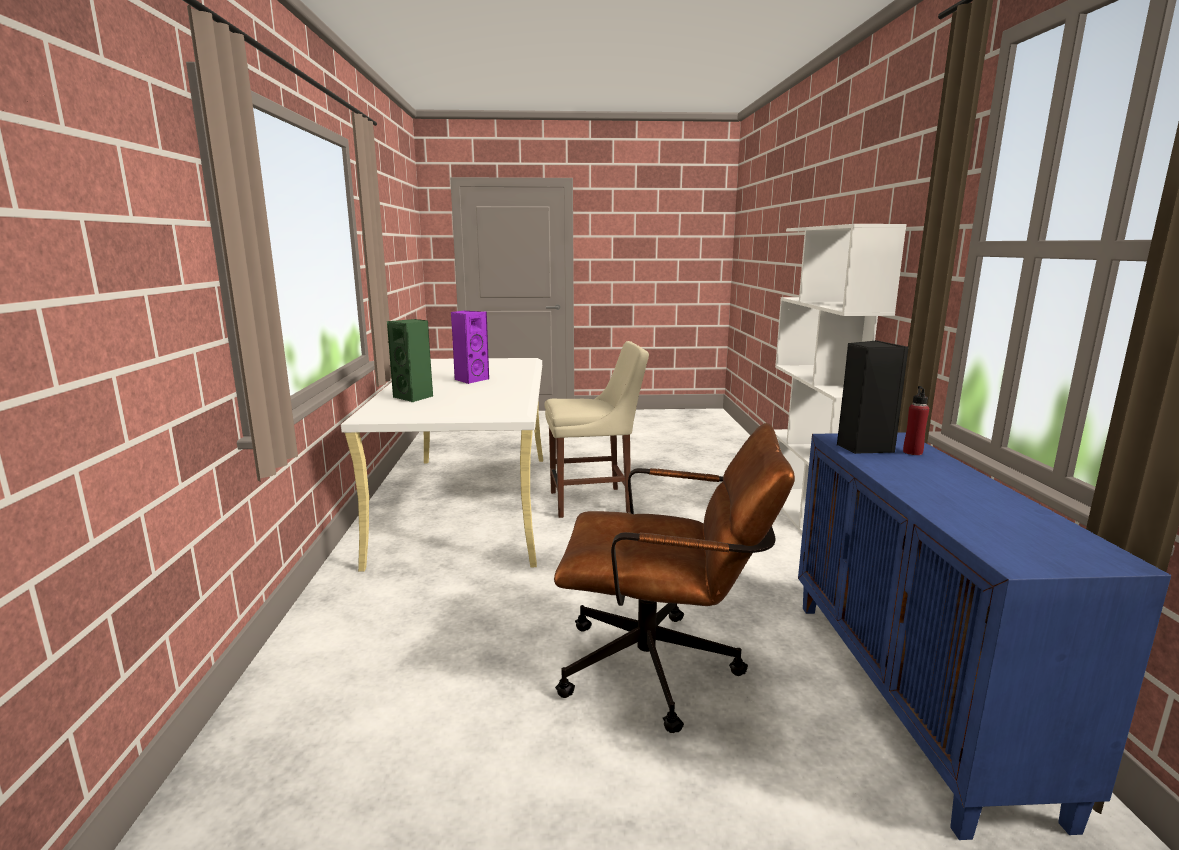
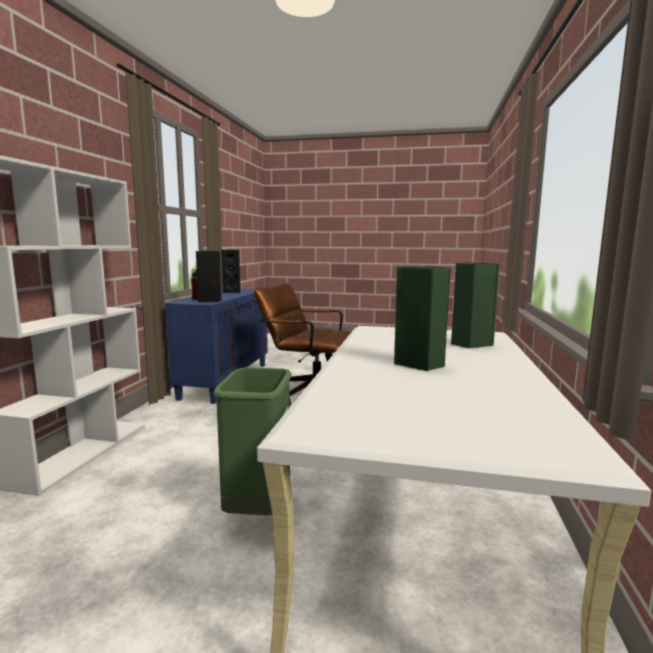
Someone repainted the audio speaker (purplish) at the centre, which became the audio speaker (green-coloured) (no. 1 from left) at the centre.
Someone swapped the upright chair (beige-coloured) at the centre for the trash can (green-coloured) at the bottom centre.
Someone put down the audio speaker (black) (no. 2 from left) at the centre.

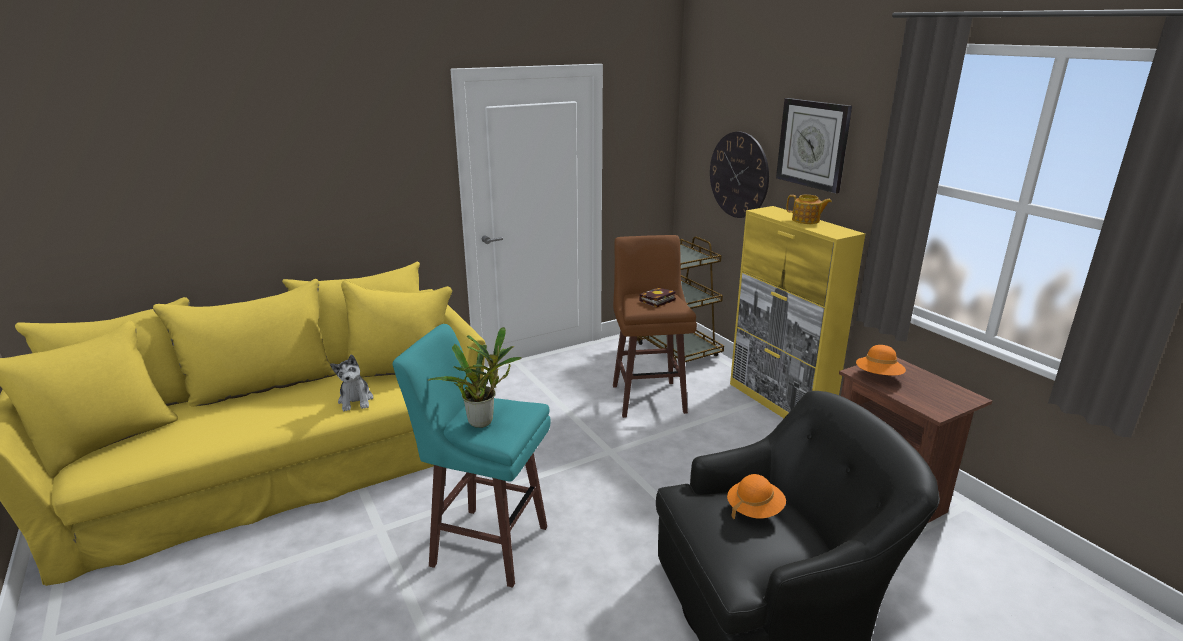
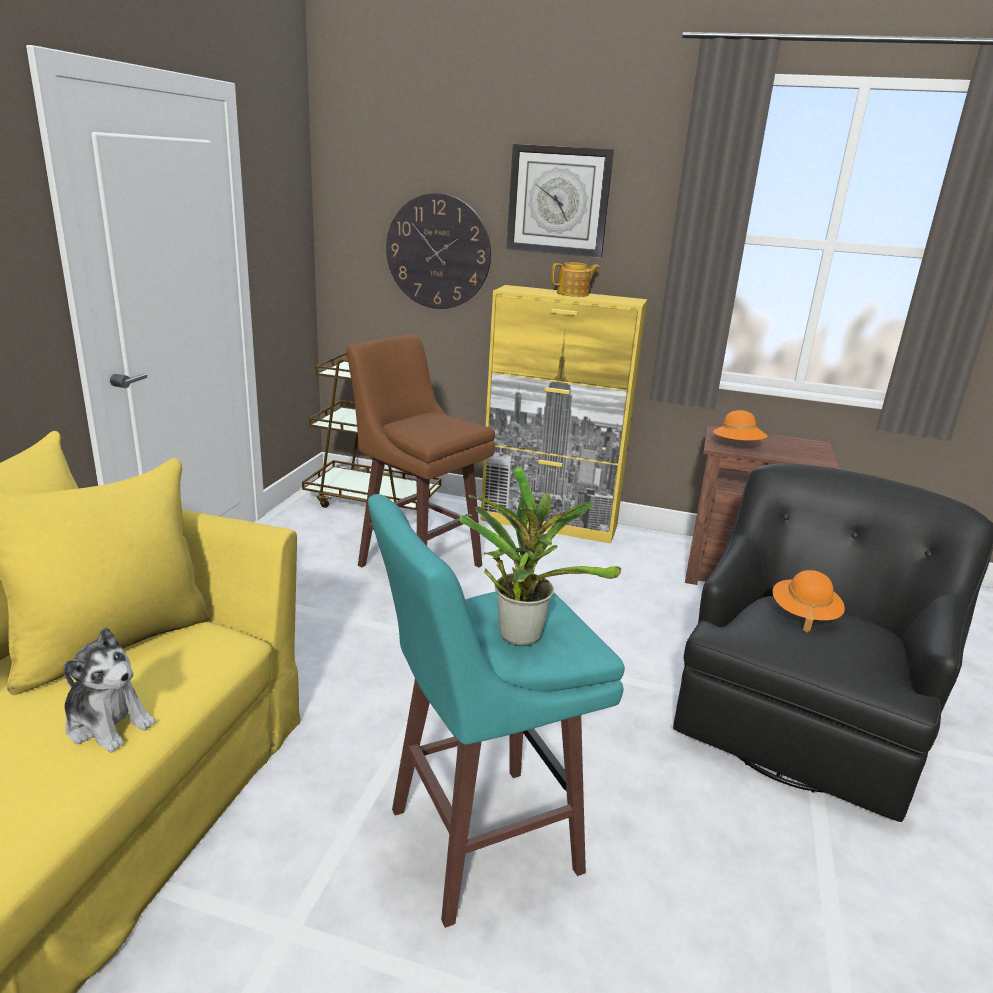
Someone took away the volume at the centre.

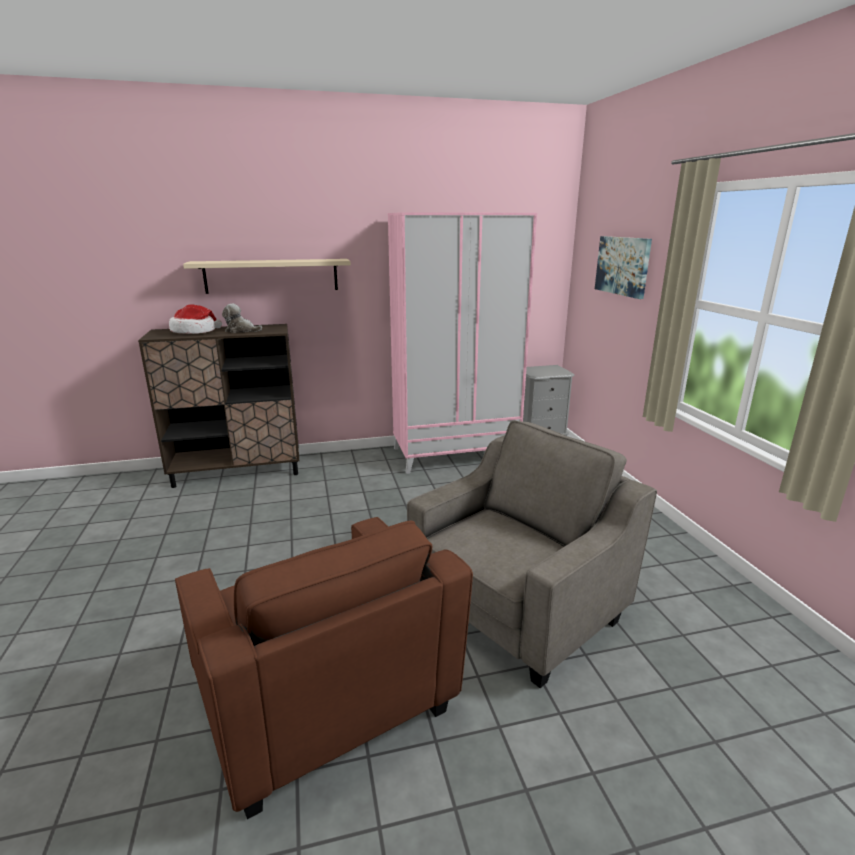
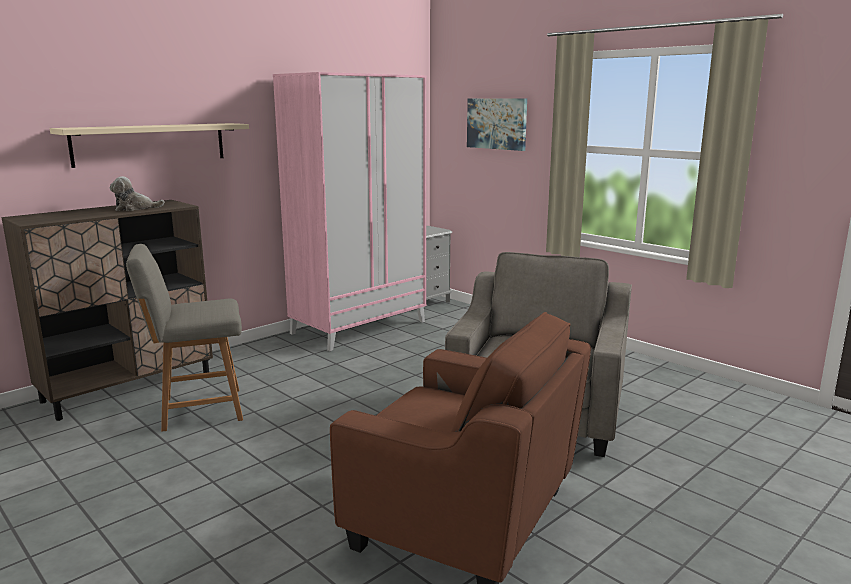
Someone took away the clothing hat at the middle left.
Someone put down the upright chair (greyish) at the middle left.

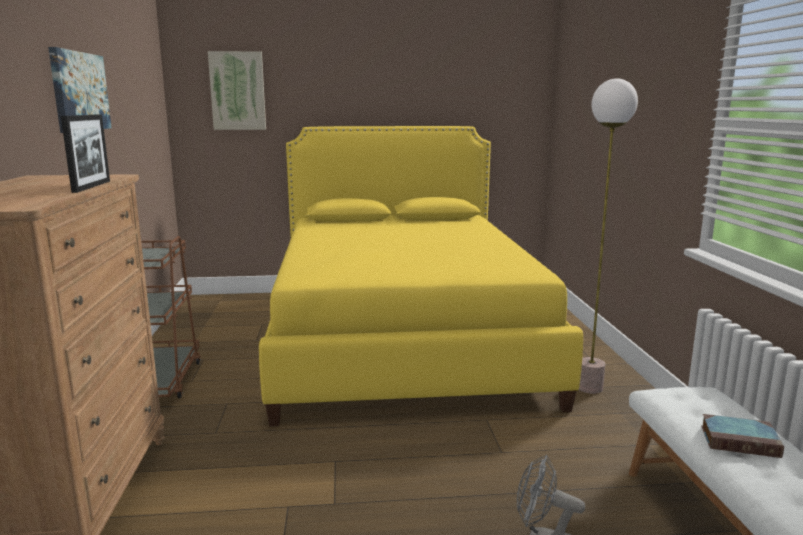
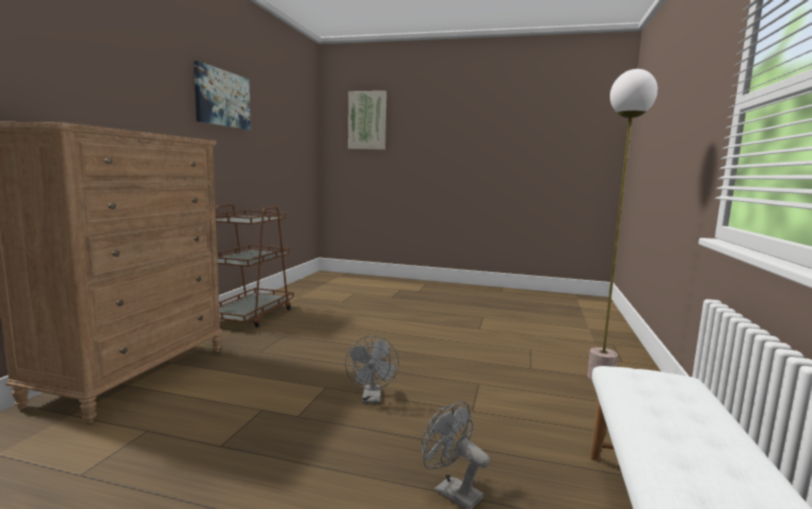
Someone took away the photo frame at the top left.
Someone took away the bed (yellow-coloured) at the centre.
Someone took away the volume at the bottom right.
Someone put down the electric fan (greyish) (no. 1 from left) at the bottom centre.

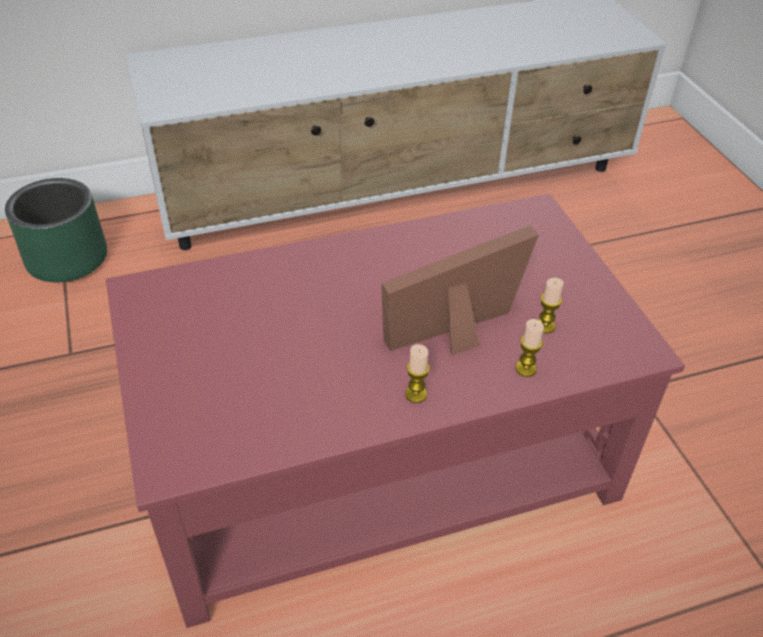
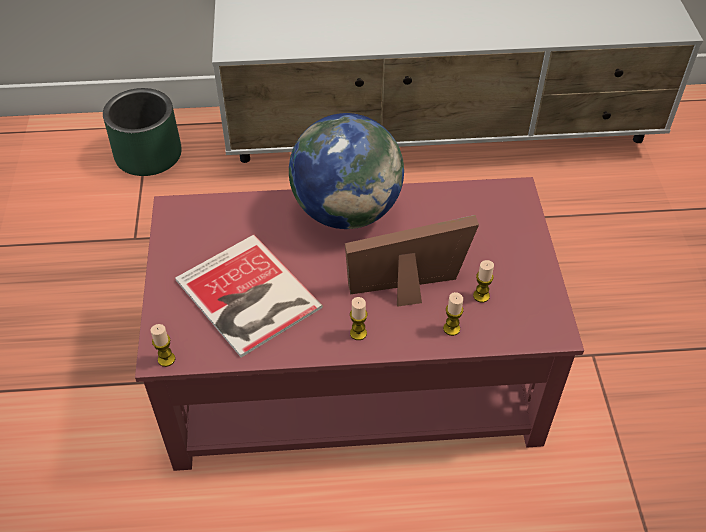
Someone put down the wax light (no. 1 from left) at the middle left.
Someone put down the volume at the centre.
Someone put down the globe at the top centre.

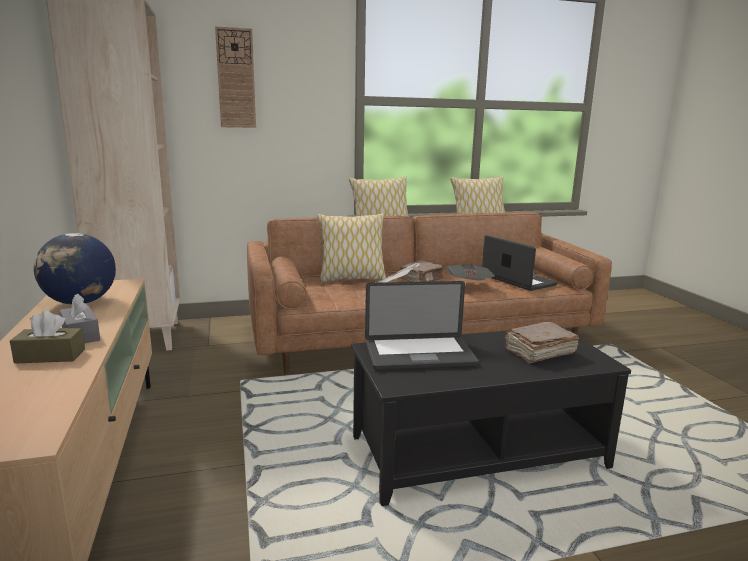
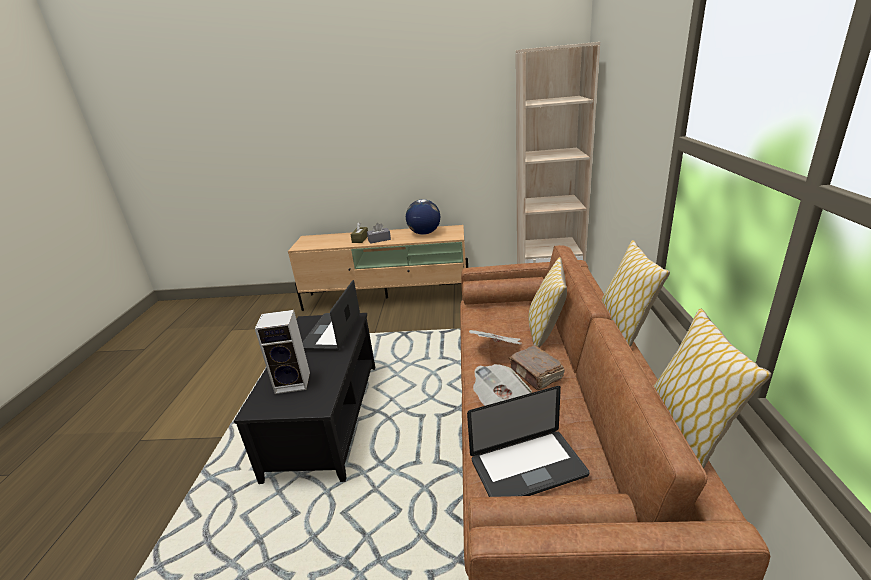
Someone took away the wall clock at the top left.
Someone swapped the volume (brown-coloured) (no. 2 from left) at the middle right for the audio speaker at the middle left.

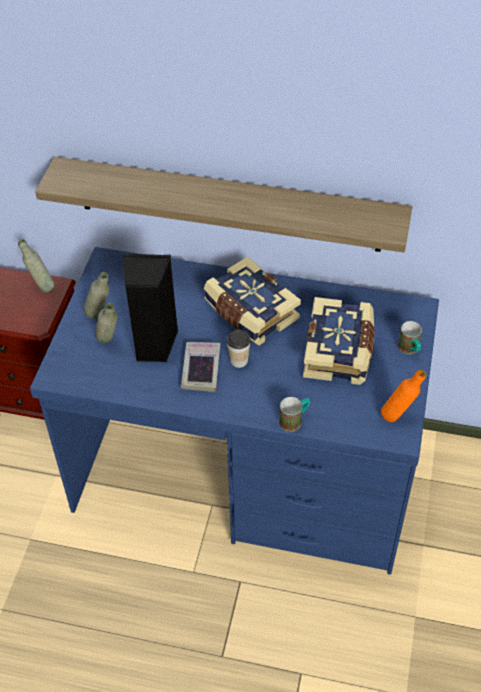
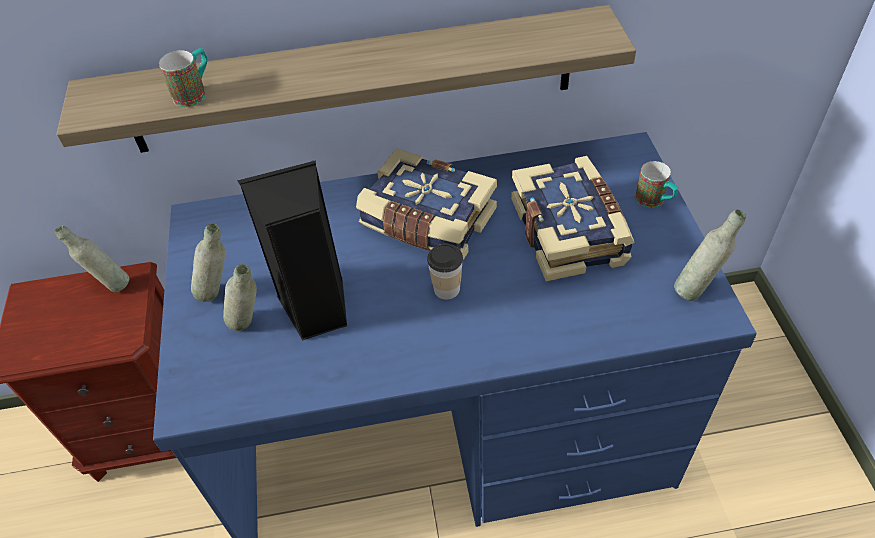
Someone took away the volume (no. 1 from left) at the centre.
Someone carried the mug (no. 1 from left) from the centre to the top left.
Someone repainted the beverage bottle (orange) at the middle right, which became the beverage bottle (greyish) (no. 4 from left) at the middle right.

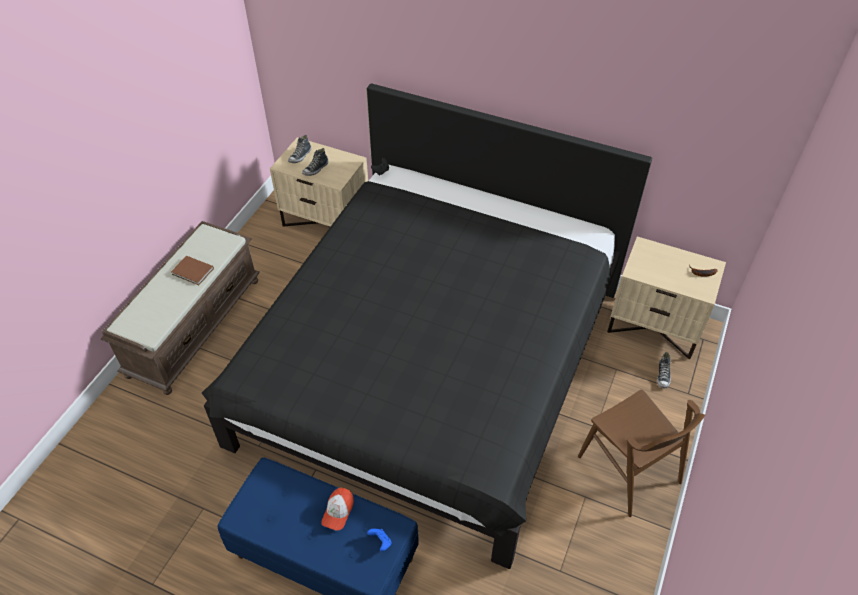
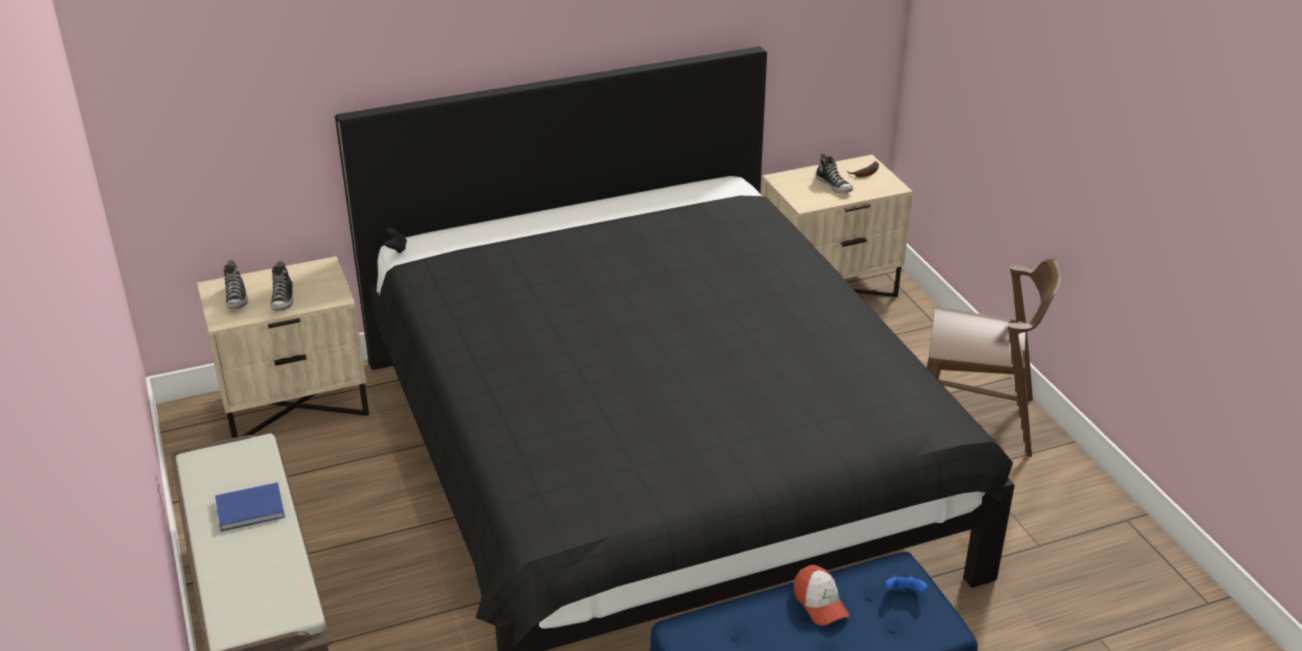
Someone repainted the volume (brown-coloured) at the middle left, which became the volume (bluish) at the bottom left.
Someone carried the item of footwear (no. 3 from left) from the middle right to the top centre.

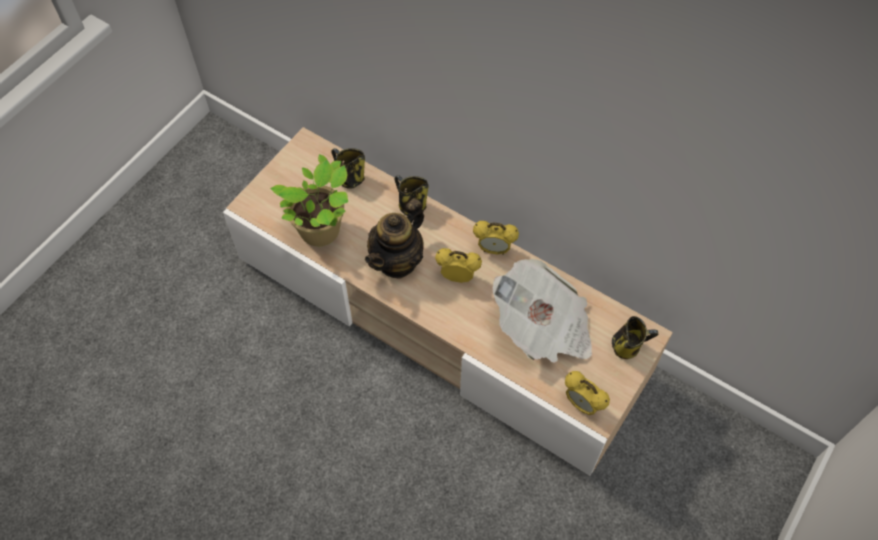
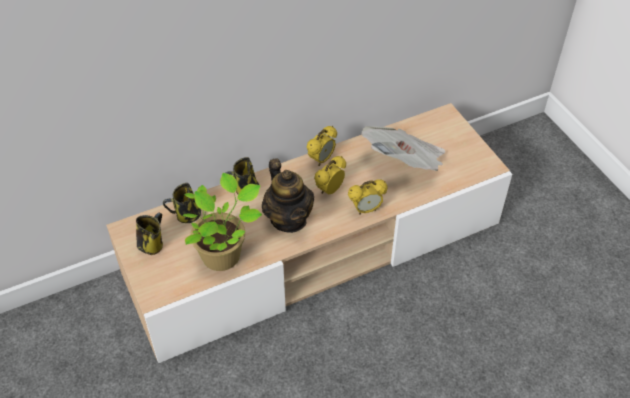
Someone carried the alarm clock (no. 3 from left) from the bottom right to the centre.
Someone carried the mug (no. 3 from left in the first image) from the middle right to the middle left.

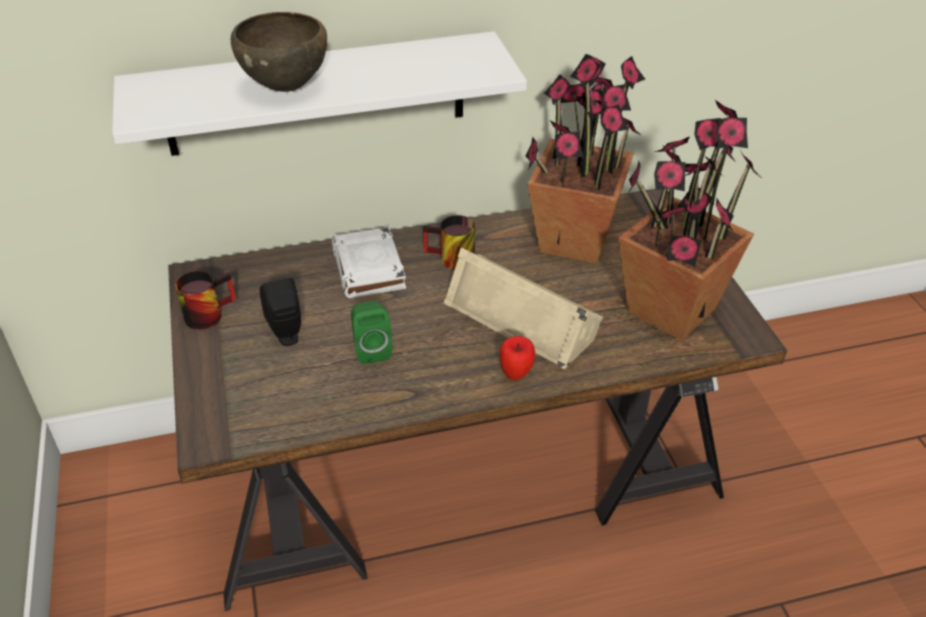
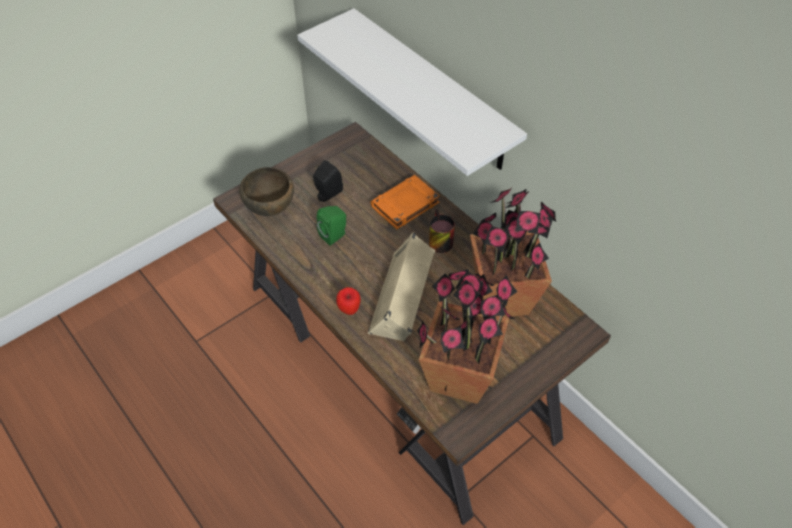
Someone took away the mug (no. 1 from left) at the middle left.
Someone carried the deep dish (brown-coloured) from the top left to the centre.
Someone repainted the volume (white-coloured) at the centre, which became the volume (orange) at the centre.

